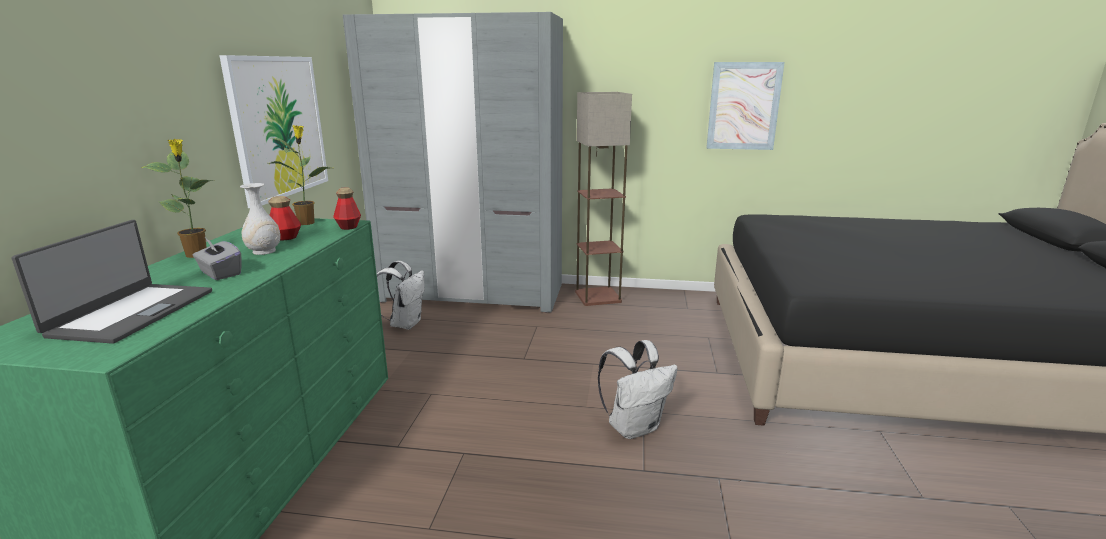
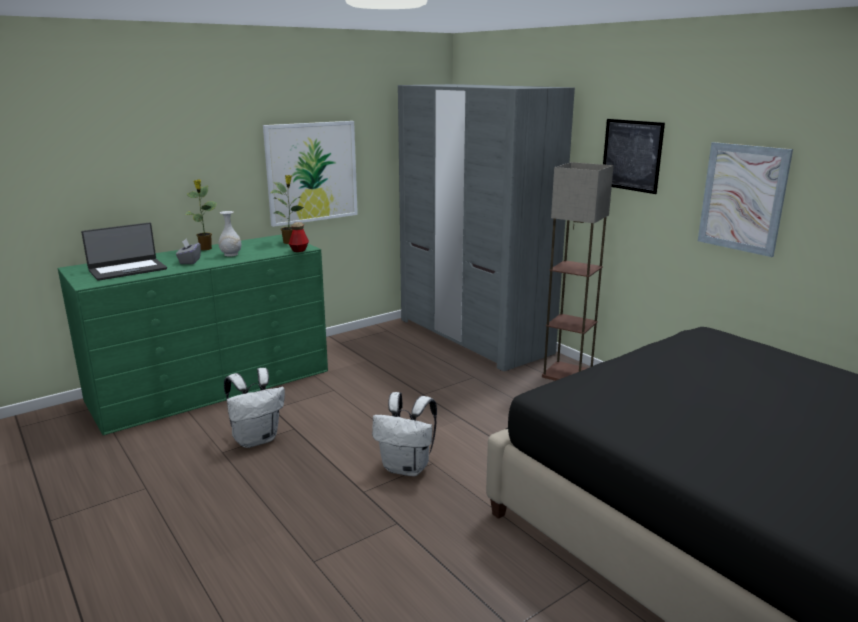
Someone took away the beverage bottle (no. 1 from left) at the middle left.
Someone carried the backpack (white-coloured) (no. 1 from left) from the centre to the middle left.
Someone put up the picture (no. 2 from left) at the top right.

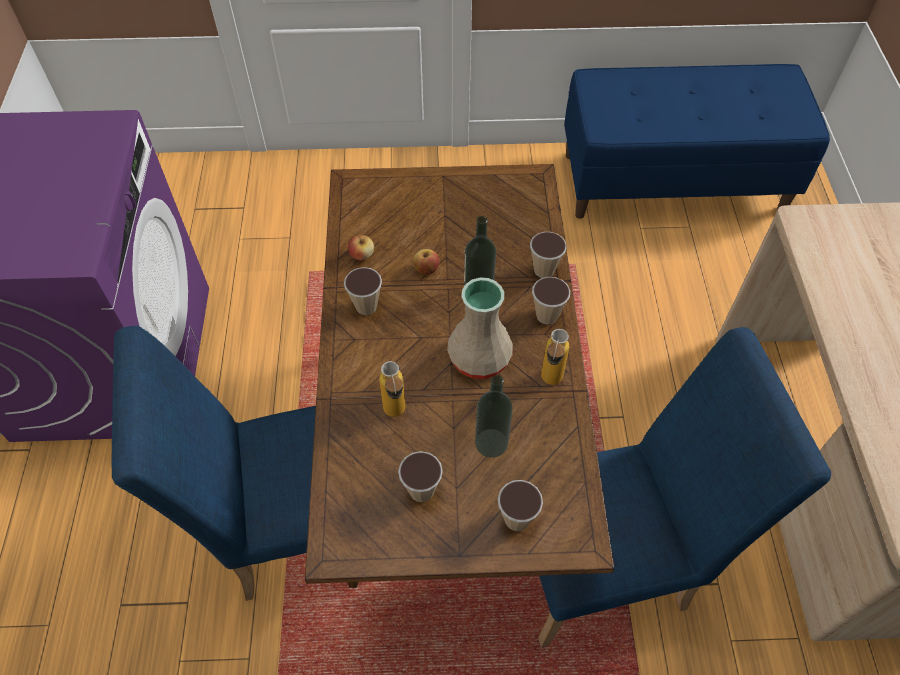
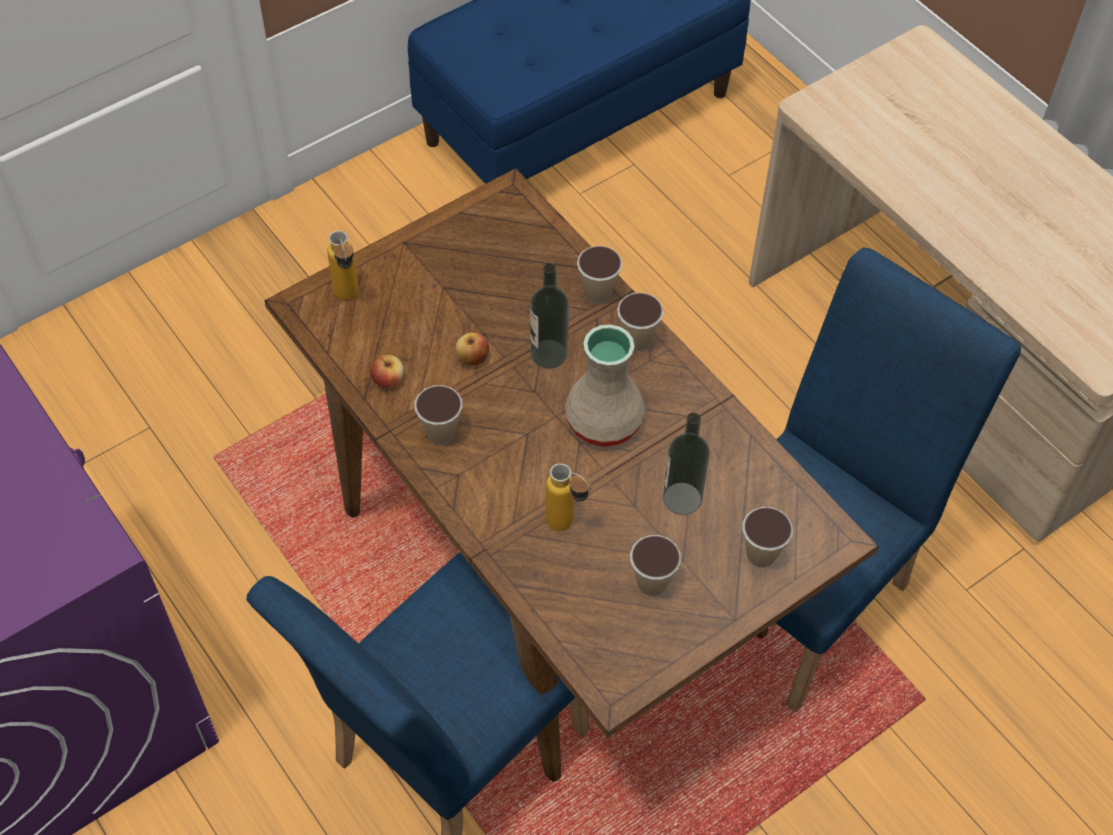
Someone carried the beverage bottle (no. 4 from left in the first image) from the centre to the top left.

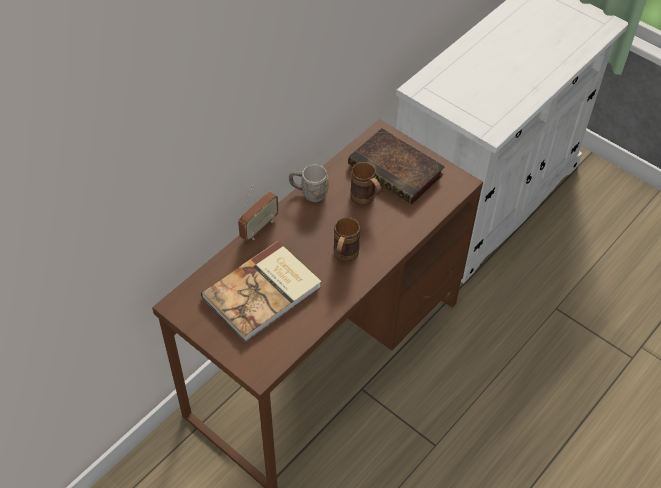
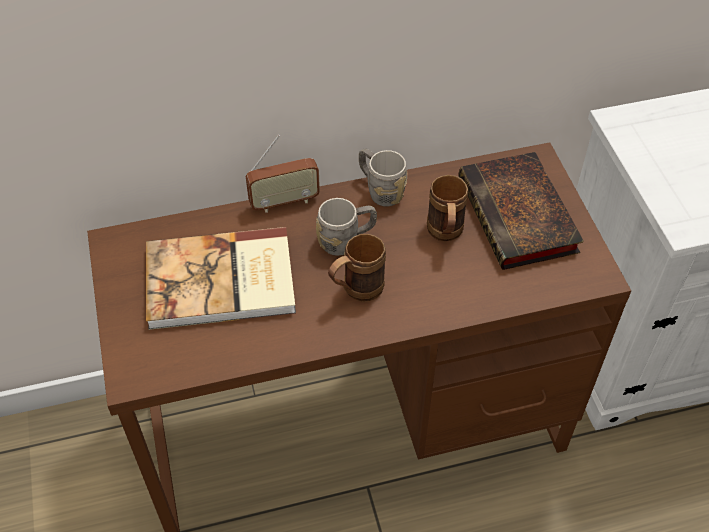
Someone put down the mug (greyish) (no. 1 from left) at the centre.

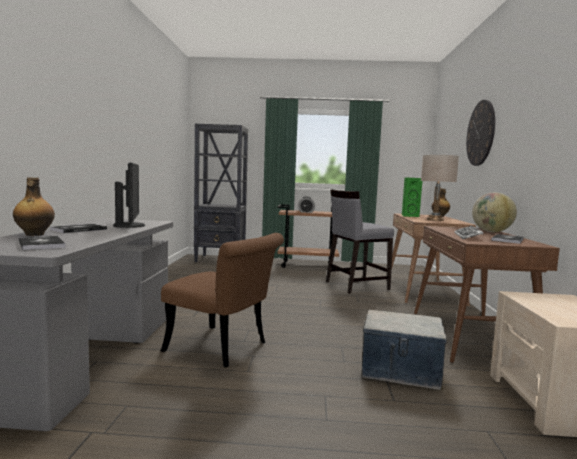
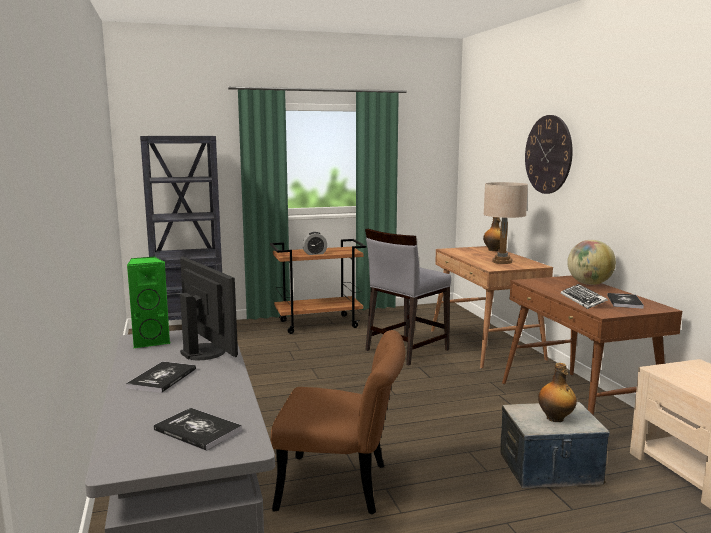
Someone carried the beverage bottle (no. 1 from left in the first image) from the middle left to the bottom right.
Someone carried the audio speaker (green-coloured) from the middle right to the middle left.

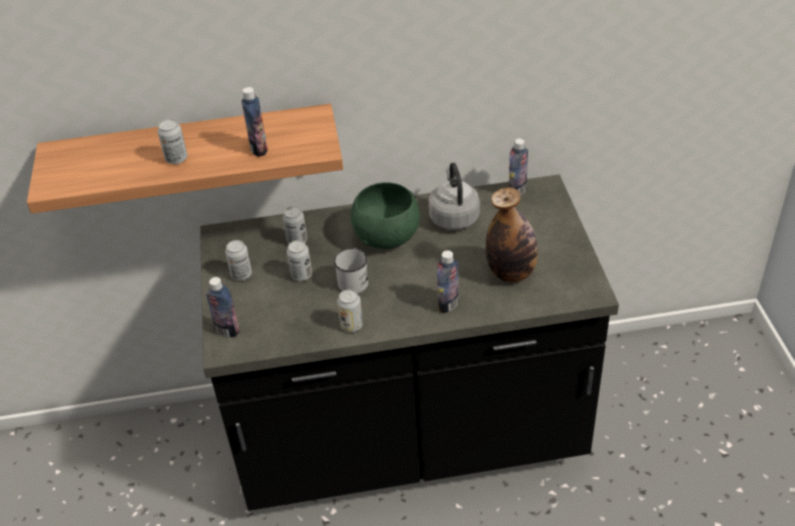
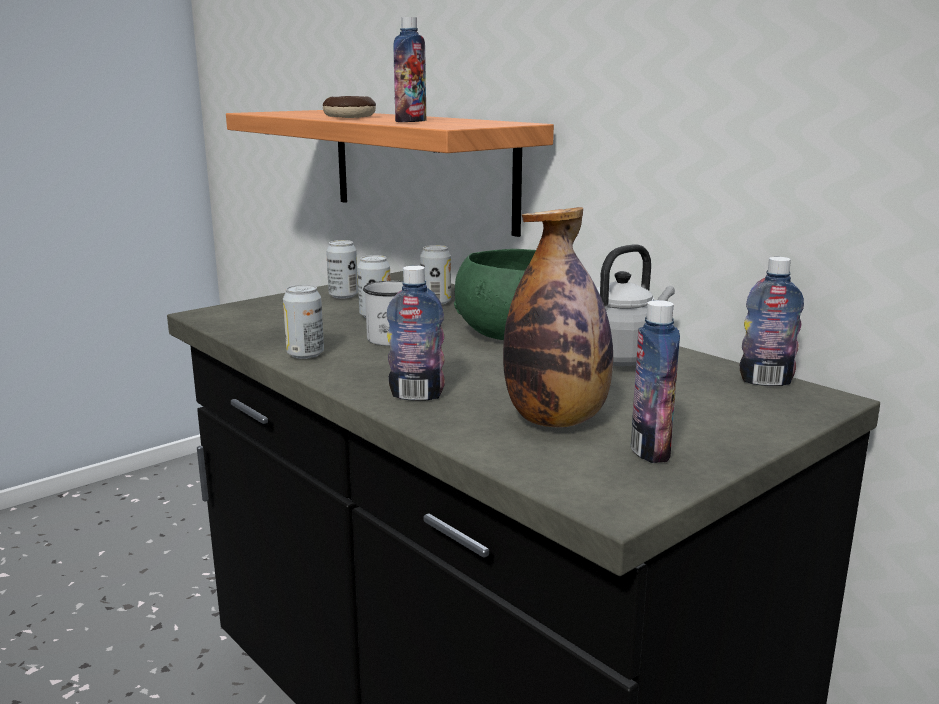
Someone swapped the sealed can (no. 1 from left) at the top left for the doughnut at the top centre.
Someone carried the beverage bottle (no. 1 from left in the first image) from the middle left to the middle right.

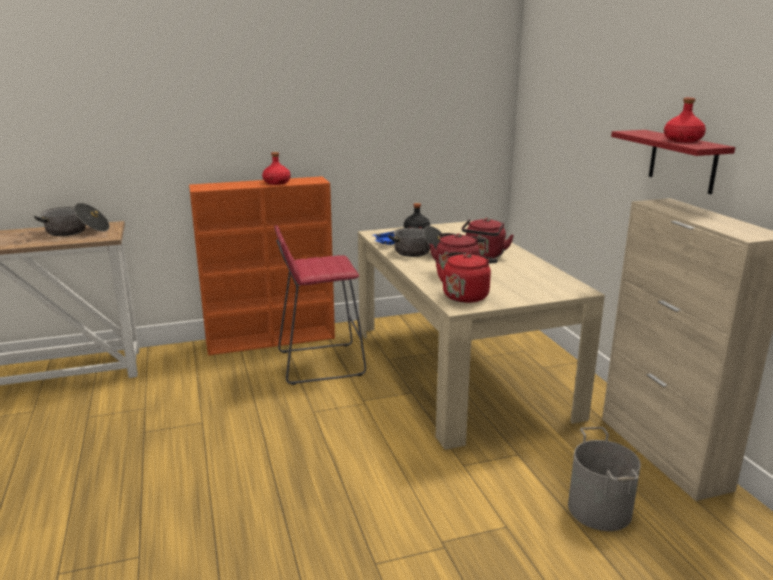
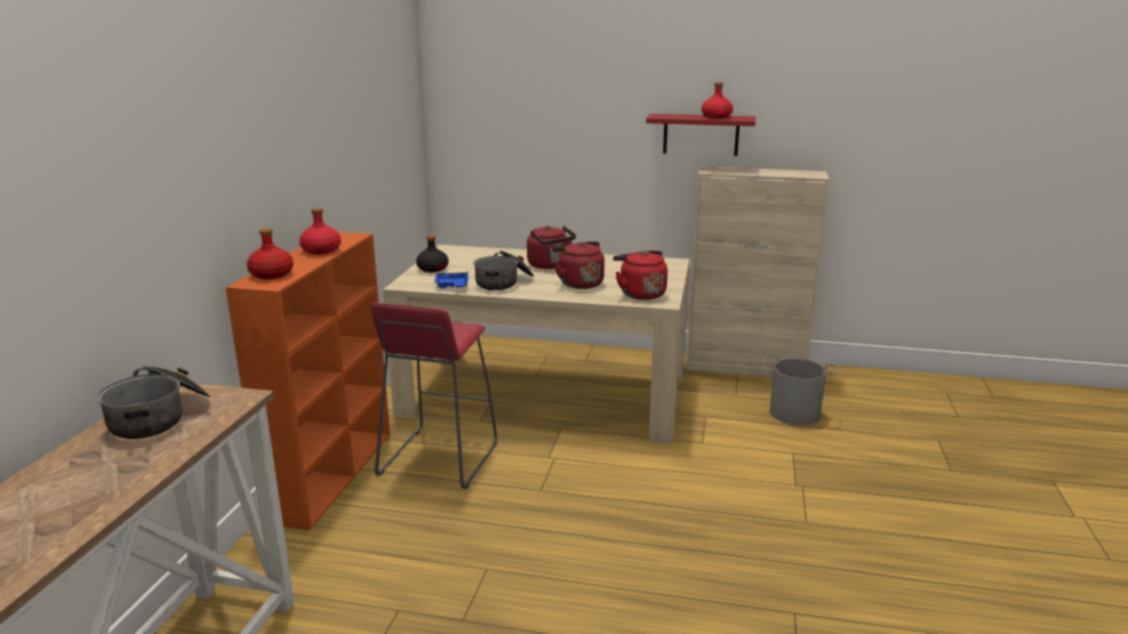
Someone put down the beverage bottle (red) (no. 1 from left) at the middle left.

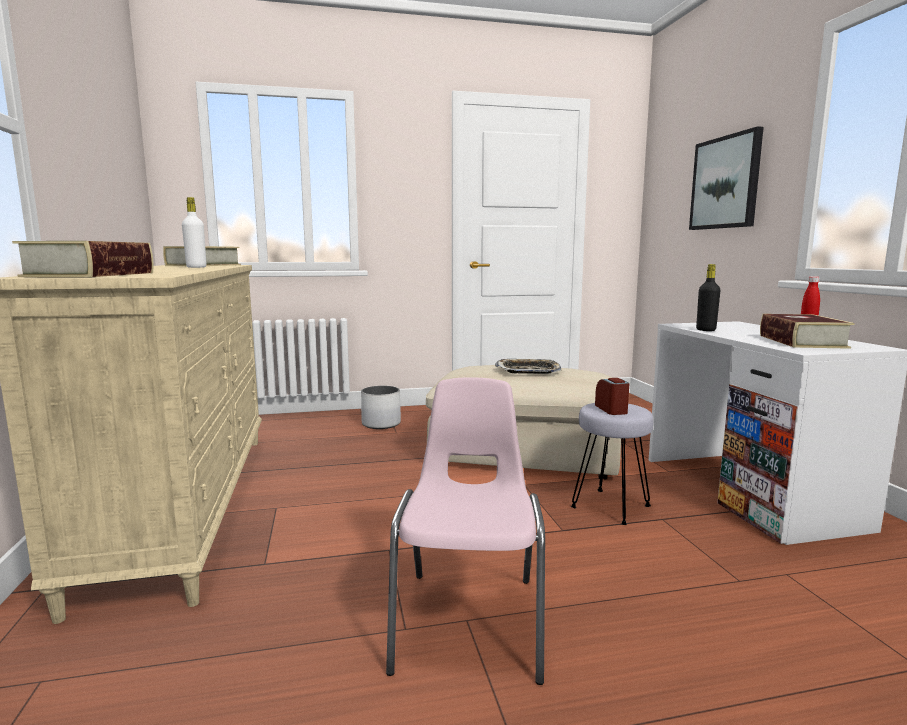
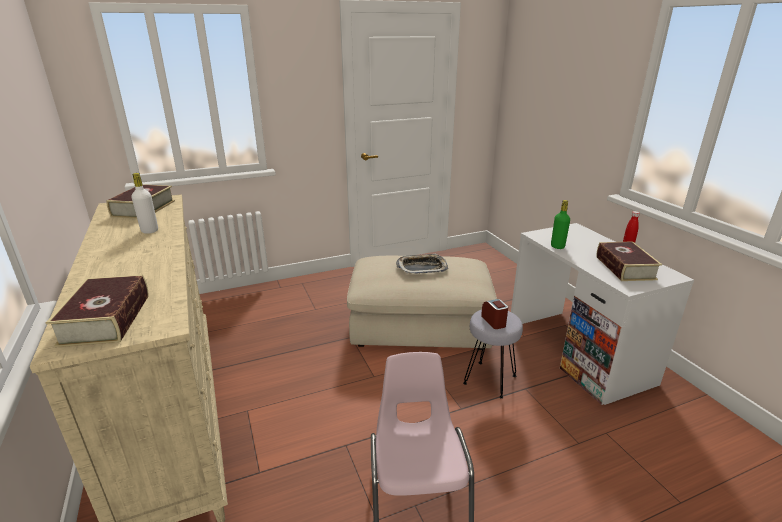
Someone took away the plant pot (white-coloured) at the centre.
Someone took away the picture at the top right.
Someone repainted the beverage bottle (black) at the middle right, which became the beverage bottle (green-coloured) at the middle right.

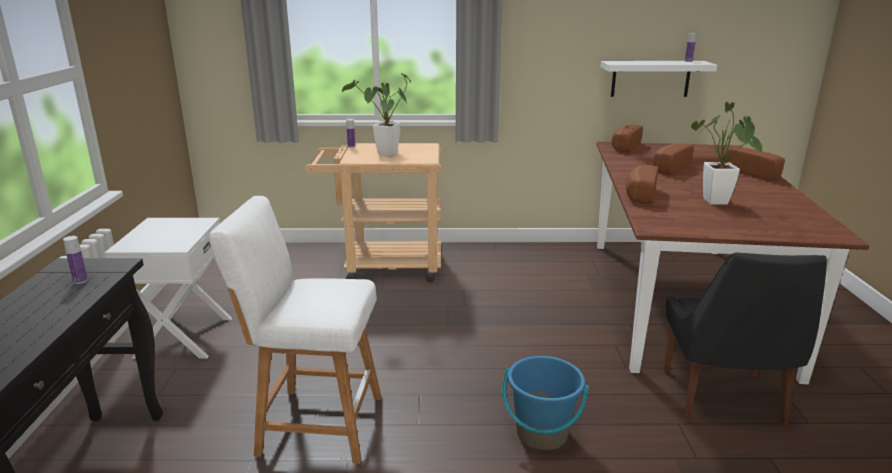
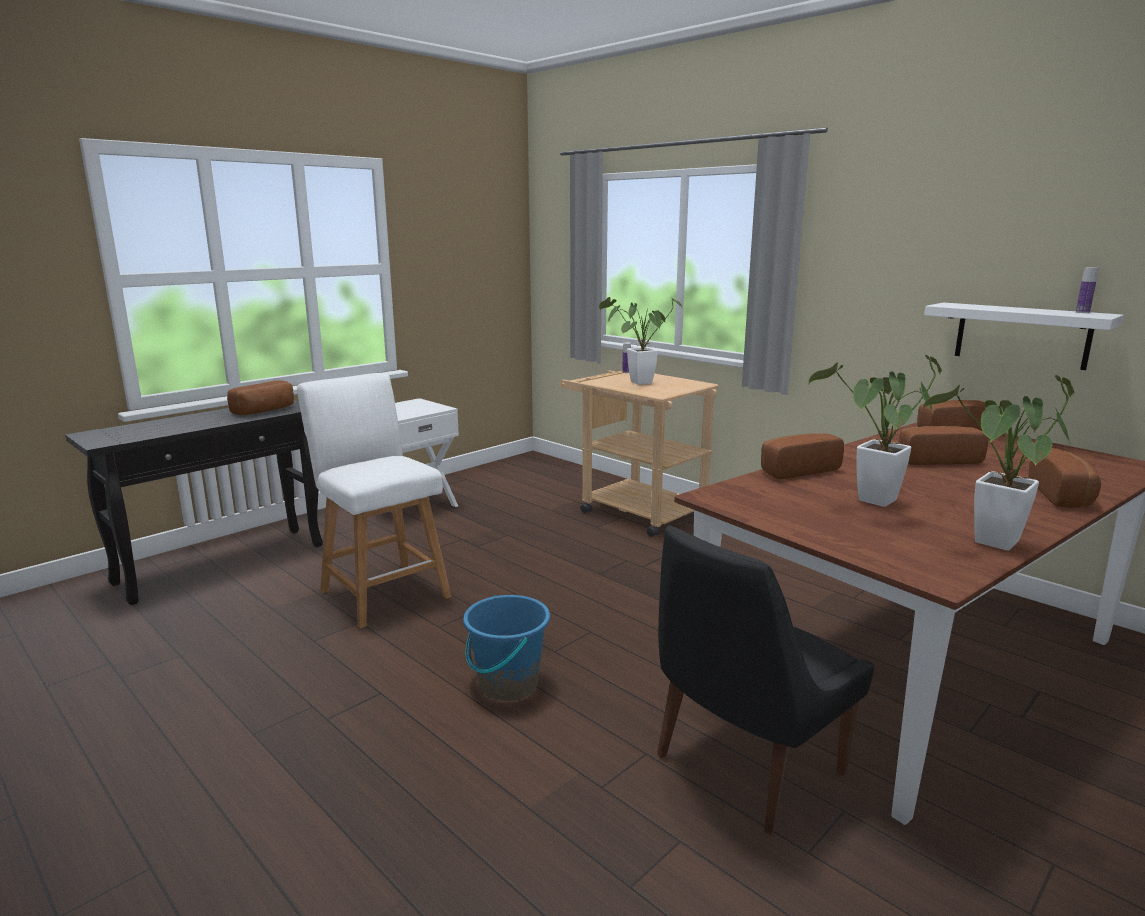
Someone swapped the beverage bottle (no. 1 from left) at the middle left for the baked bread (no. 1 from left) at the middle left.
Someone put down the plant in a pot (no. 3 from left) at the middle right.

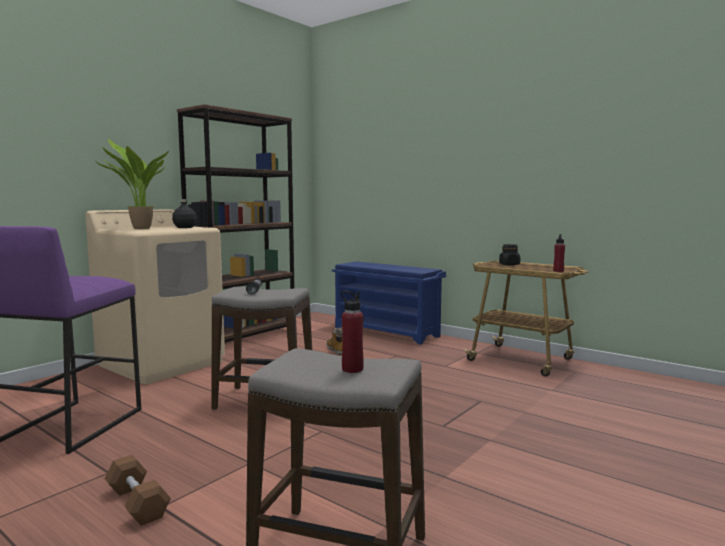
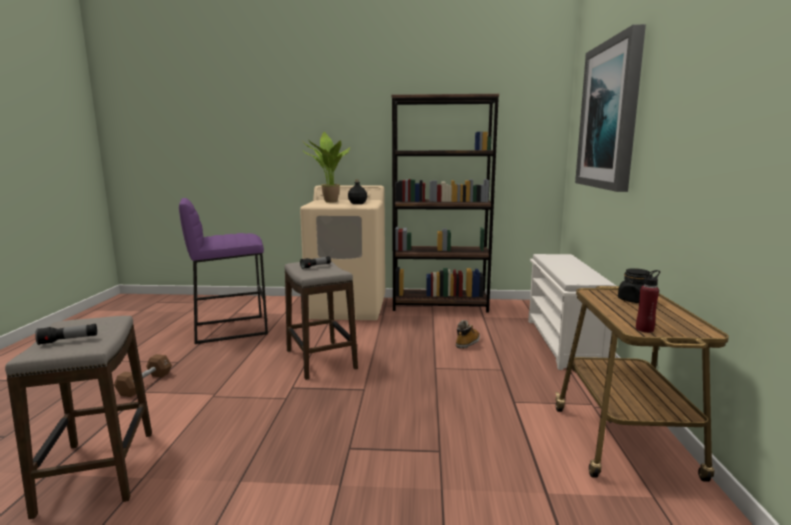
Someone repainted the shoe stand (bluish) at the centre, which became the shoe stand (white-coloured) at the middle right.
Someone swapped the beverage bottle (red) (no. 1 from left) at the centre for the hand torch (no. 1 from left) at the middle left.
Someone put up the picture at the top right.

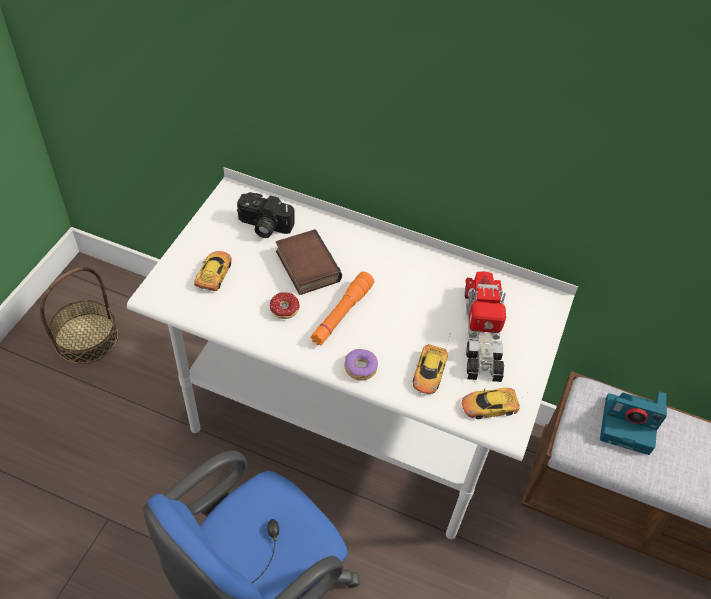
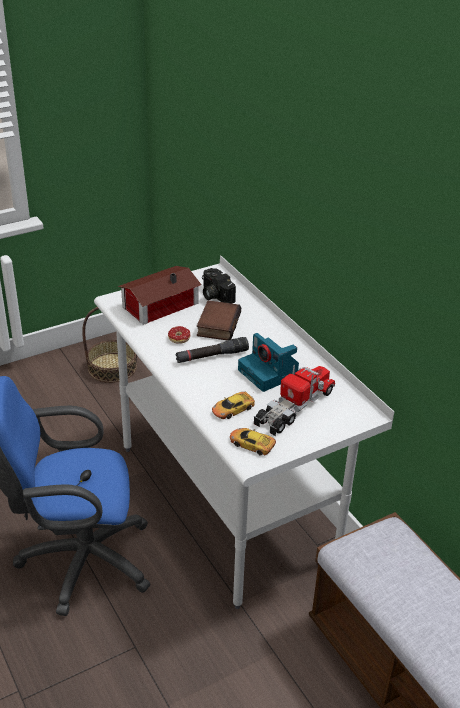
Someone swapped the toy car (no. 1 from left) at the middle left for the toy house at the centre.
Someone repainted the hand torch (orange) at the centre, which became the hand torch (black) at the centre.
Someone took away the doughnut (no. 2 from left) at the centre.
Someone carried the photo camera (no. 2 from left) from the bottom right to the centre.

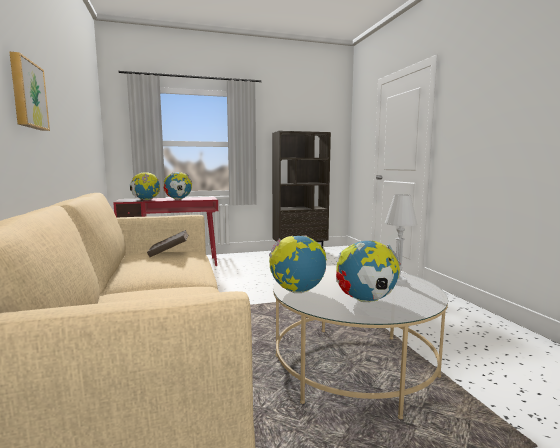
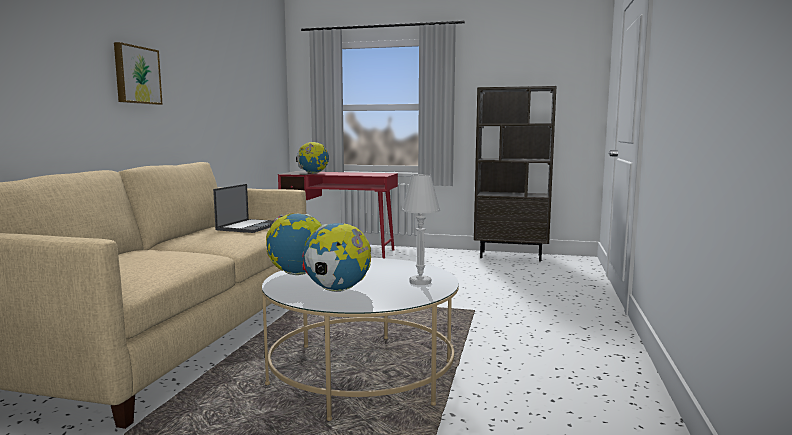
Someone swapped the volume (brown-coloured) at the middle left for the notebook computer at the middle left.
Someone took away the globe (no. 2 from left) at the middle left.

